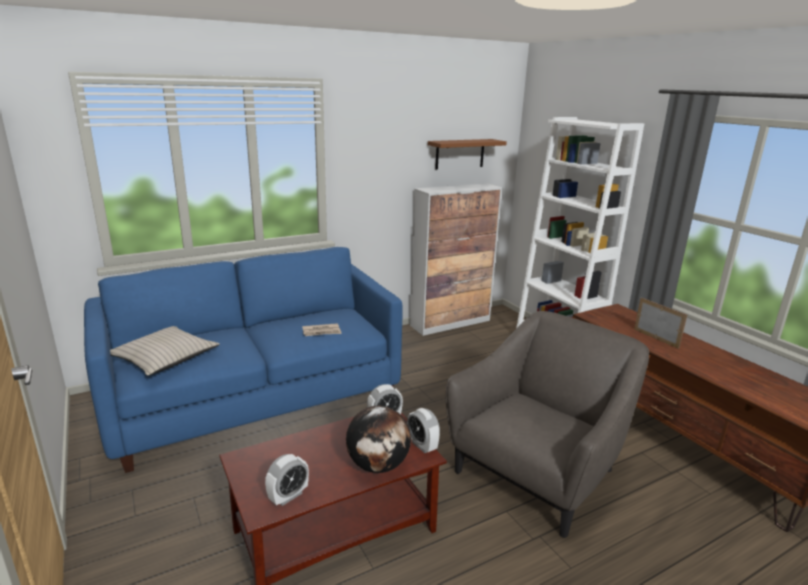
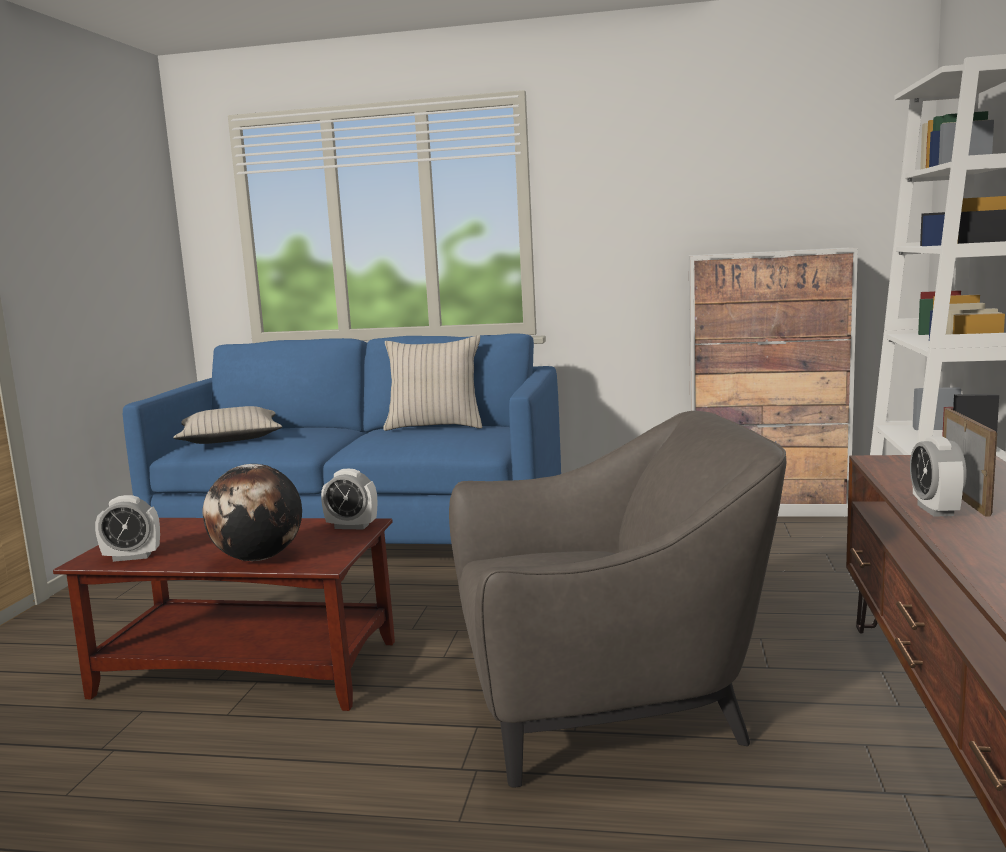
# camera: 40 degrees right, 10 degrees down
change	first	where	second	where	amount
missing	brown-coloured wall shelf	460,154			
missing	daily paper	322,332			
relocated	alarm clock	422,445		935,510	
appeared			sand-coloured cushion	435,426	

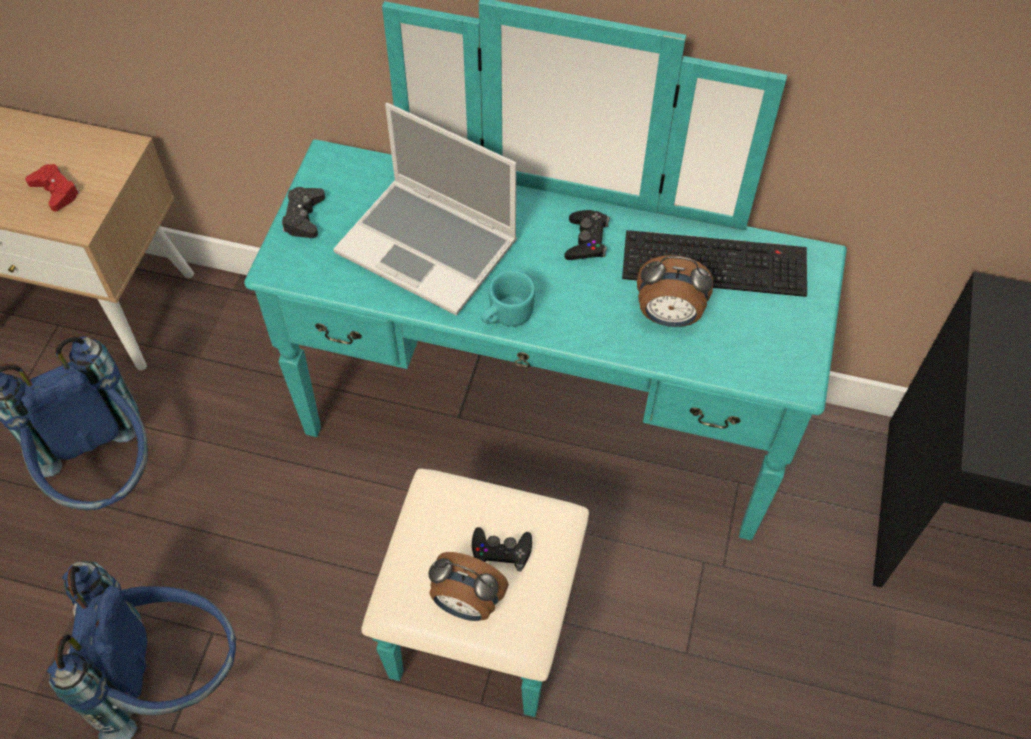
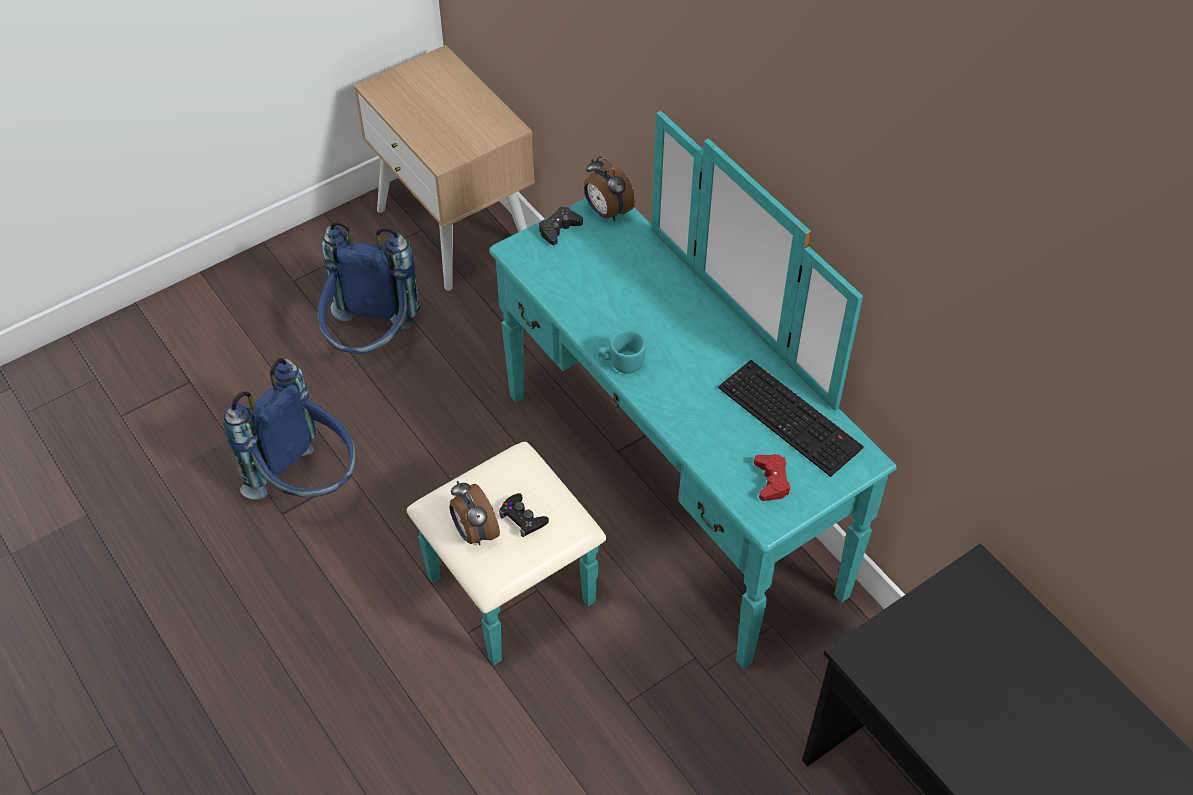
# camera: 40 degrees right, 5 degrees down
change	first	where	second	where	amount
missing	notebook computer	430,247			
relocated	red-coloured gamepad	56,191		772,481	
missing	black-coloured gamepad	586,240			
relocated	alarm clock	668,317		606,212	

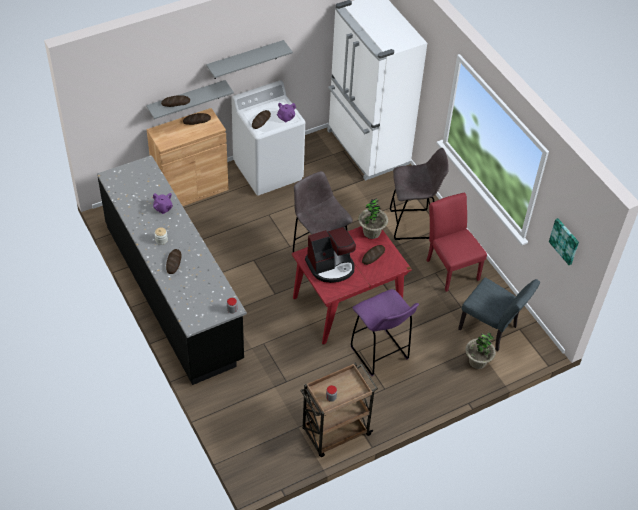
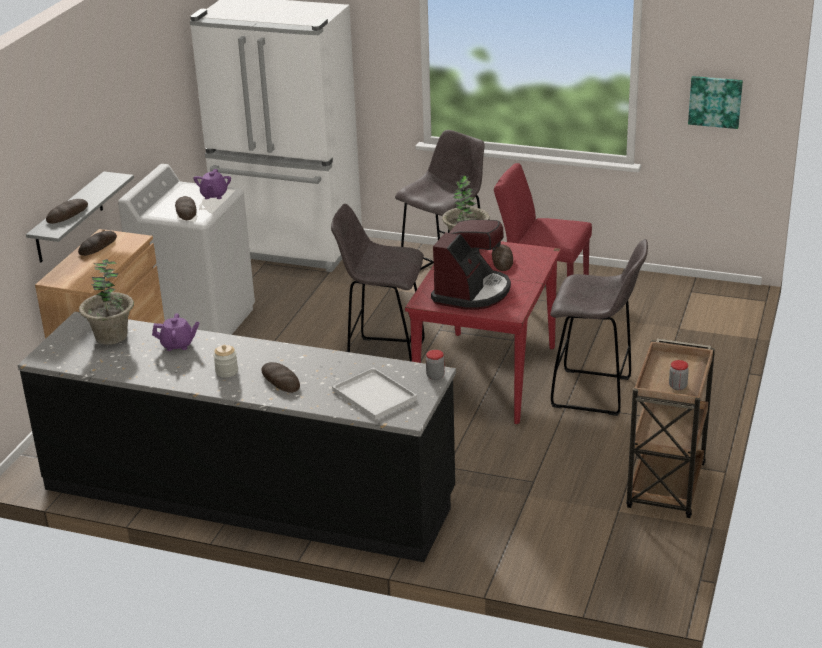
# camera: 40 degrees left, 20 degrees down
change	first	where	second	where	amount
missing	grey wall shelf	245,60			
missing	grey chair	491,330			
colour	purplish stool	380,354	grey stool	594,393	
relocated	potted plant	477,361		111,336	
appeared			white tray	372,394	

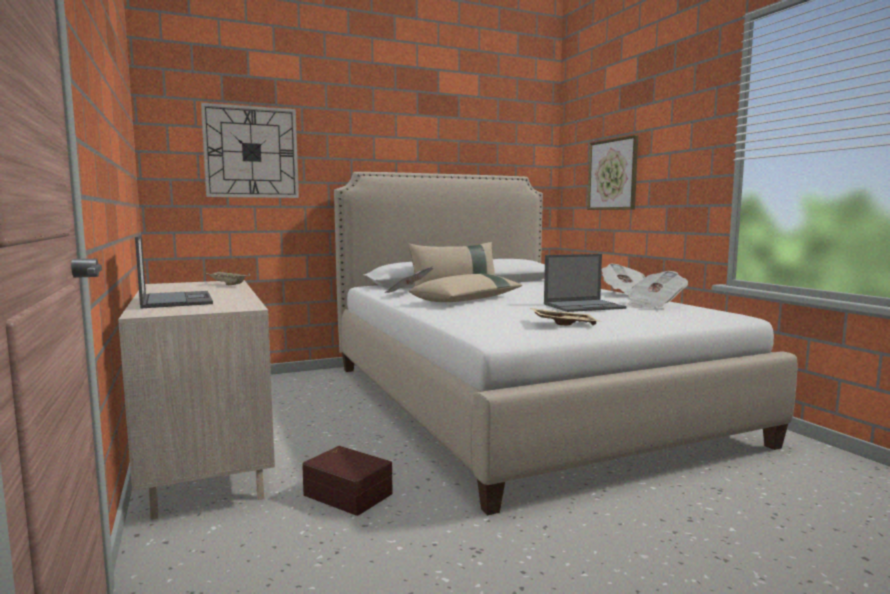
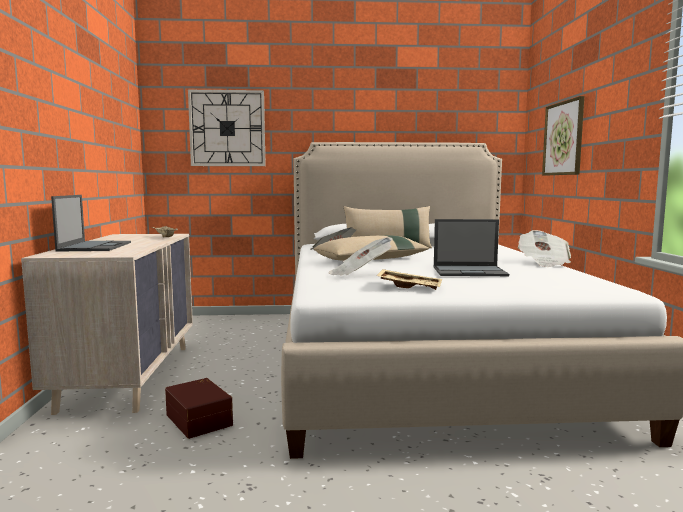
# camera: 20 degrees right, 0 degrees up
change	first	where	second	where	amount
relocated	daily paper	653,306		360,274	

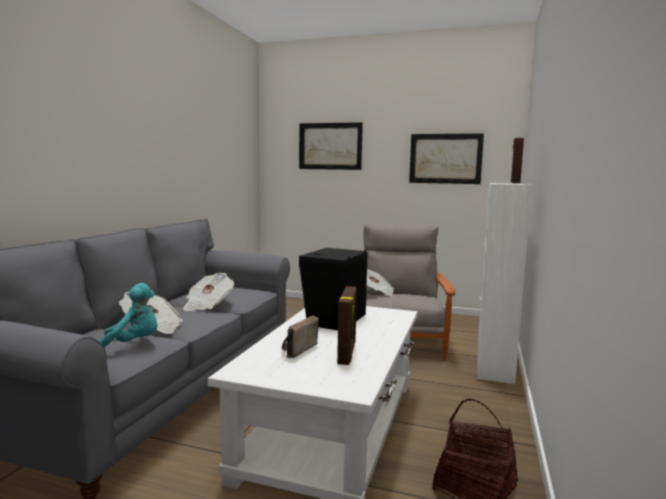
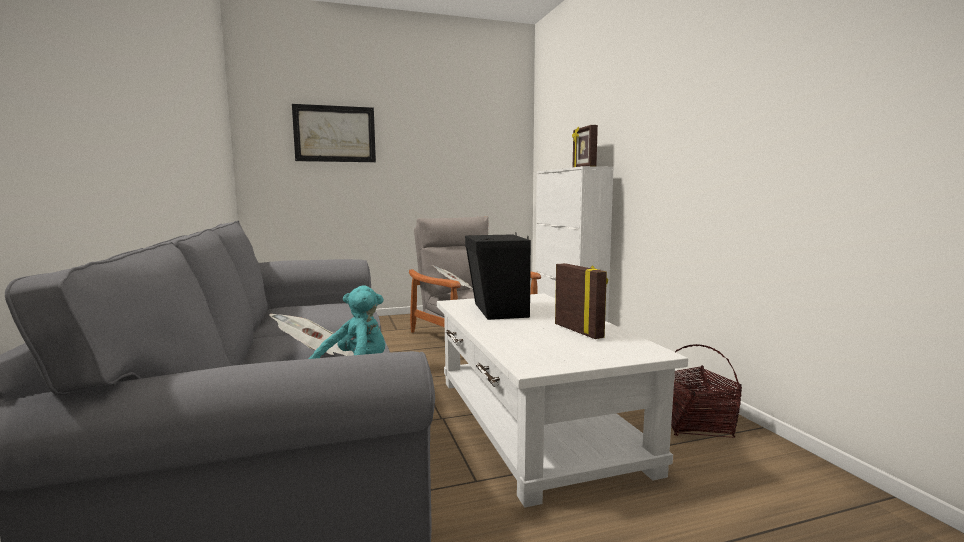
# camera: 35 degrees left, 0 degrees up
change	first	where	second	where	amount
missing	picture	445,158			
missing	daily paper	207,305			
missing	radio	295,350			

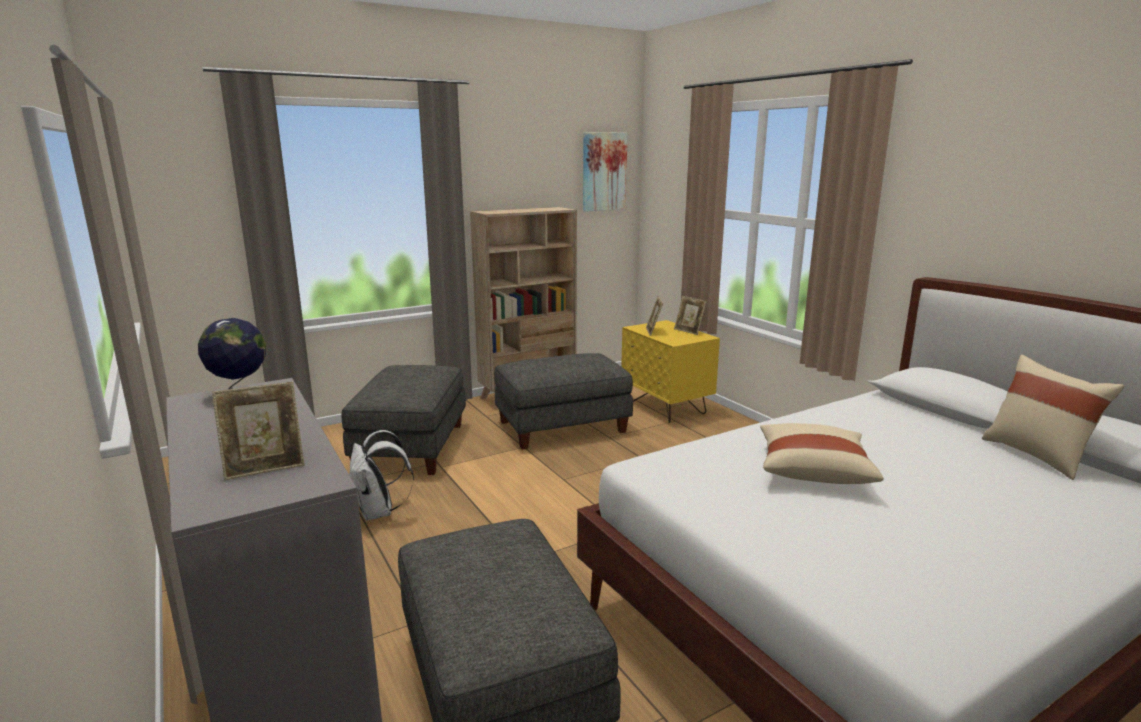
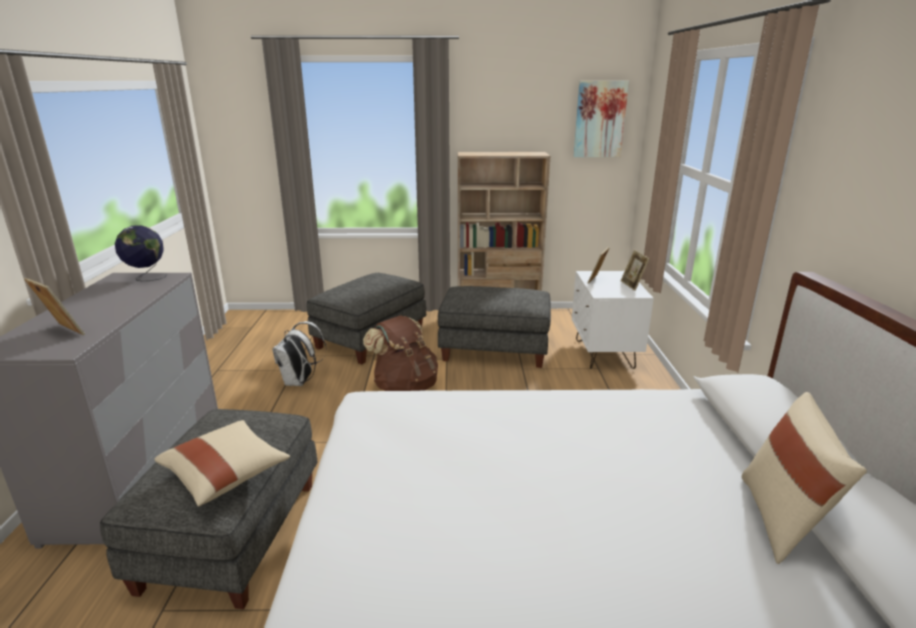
# camera: 30 degrees right, 5 degrees up
change	first	where	second	where	amount
colour	yellow-coloured night table	666,407	white night table	604,354	
spun	picture frame	265,467		62,332	150 degrees counterclockwise
relocated	sand-coloured cushion	813,470		226,474	
appeared			brown-coloured backpack	405,387	

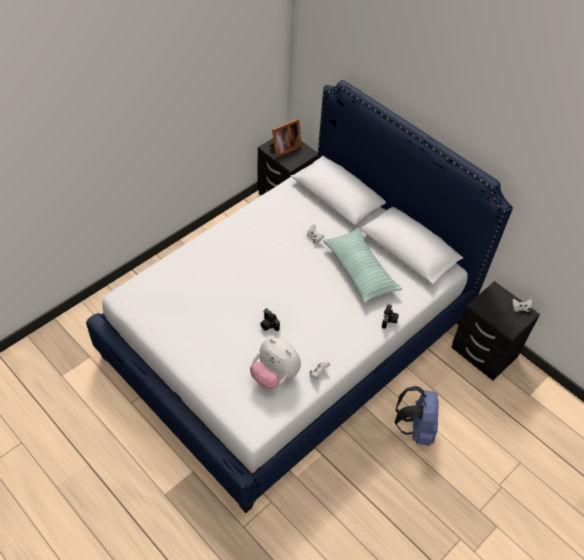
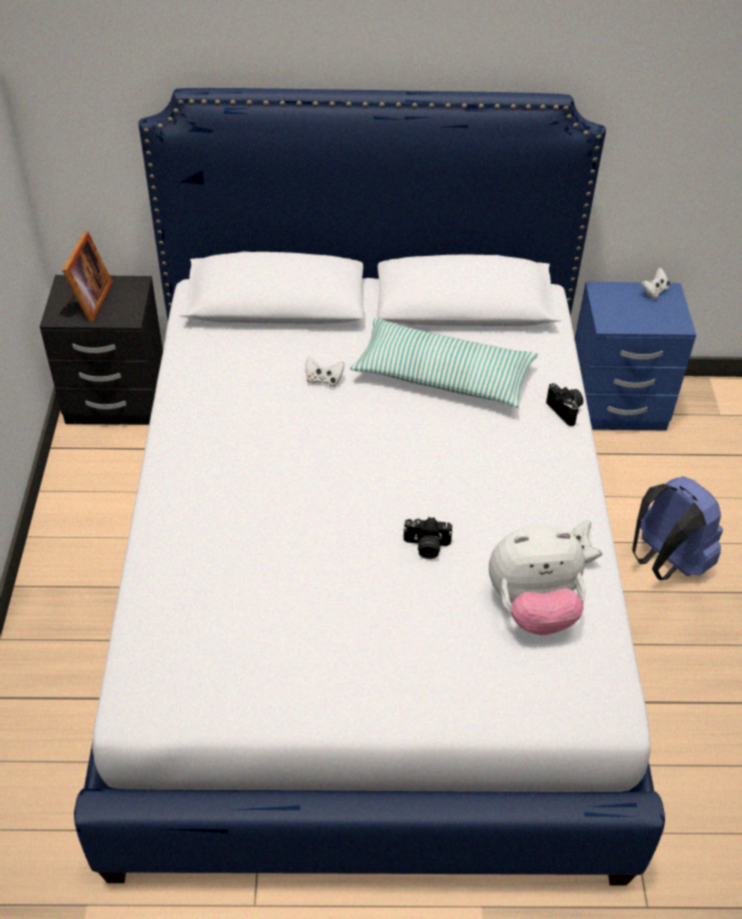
# camera: 45 degrees left, 5 degrees down
change	first	where	second	where	amount
colour	black-coloured night table	484,352	blue-coloured night table	615,405	

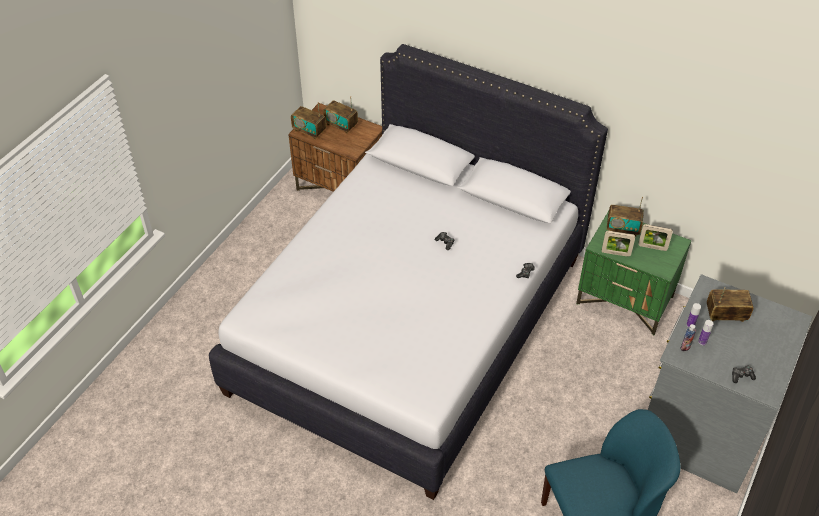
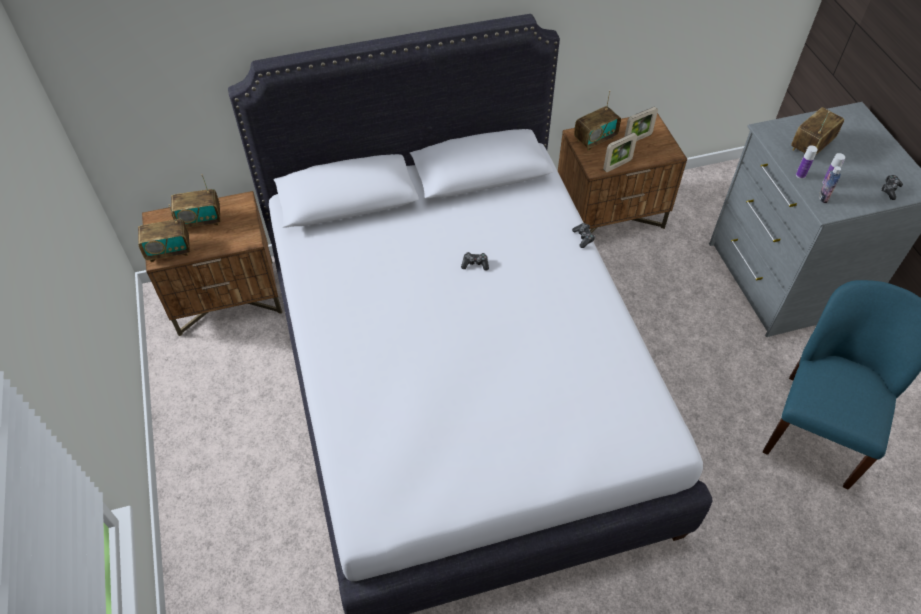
# camera: 45 degrees left, 5 degrees up
change	first	where	second	where	amount
colour	greenish night table	625,300	brown-coloured night table	609,215	

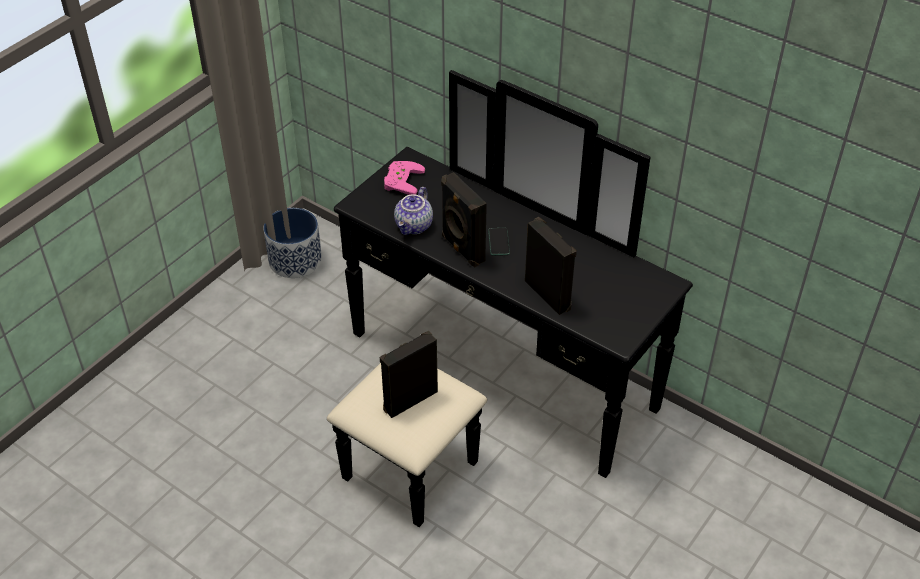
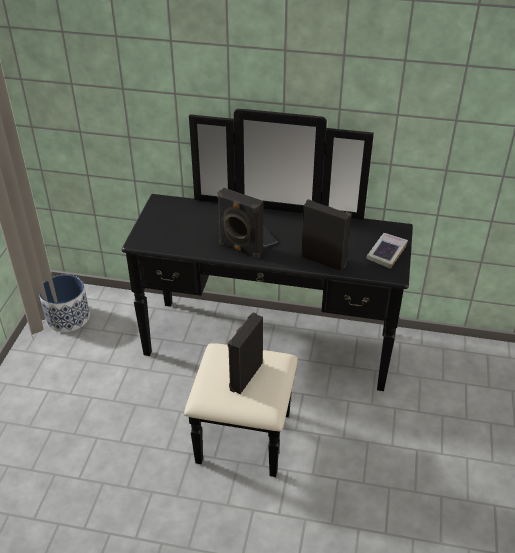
# camera: 25 degrees left, 5 degrees down
change	first	where	second	where	amount
missing	pinkish gamepad	401,180			
missing	teapot	414,226			
appeared			volume	386,253	

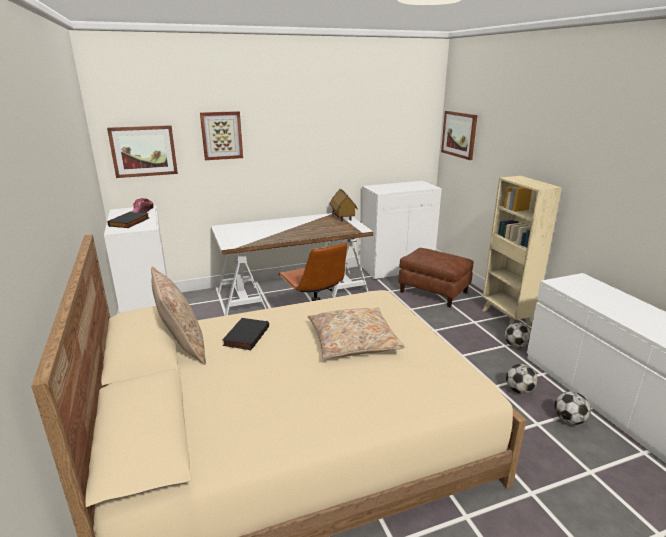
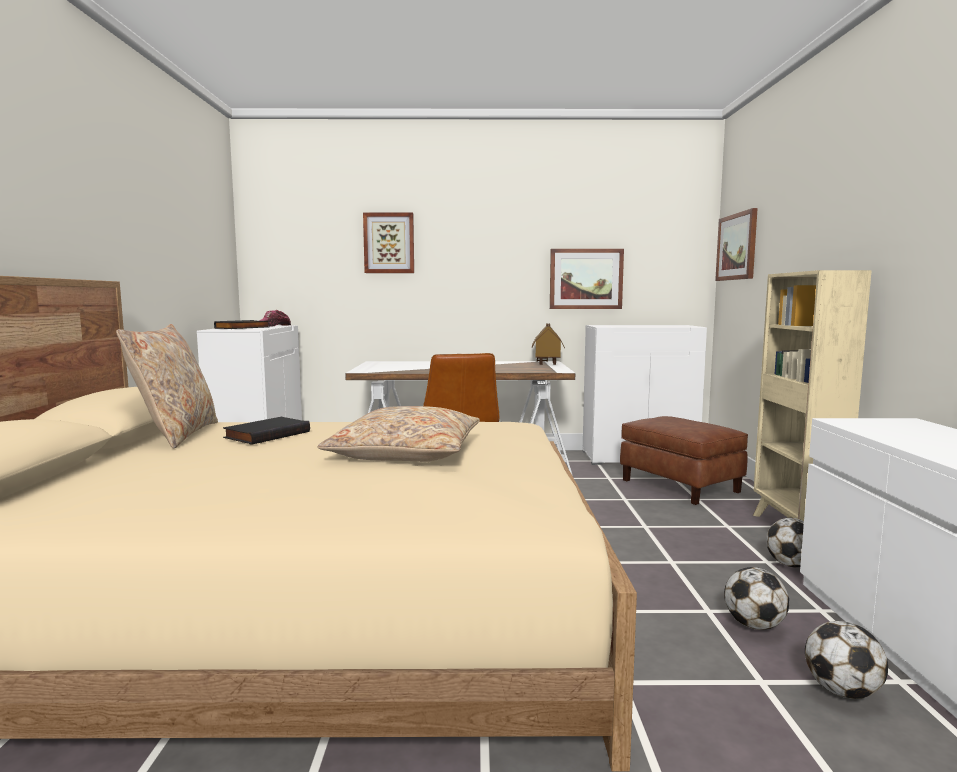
# camera: 20 degrees right, 15 degrees down
change	first	where	second	where	amount
relocated	picture	143,151		586,279	

